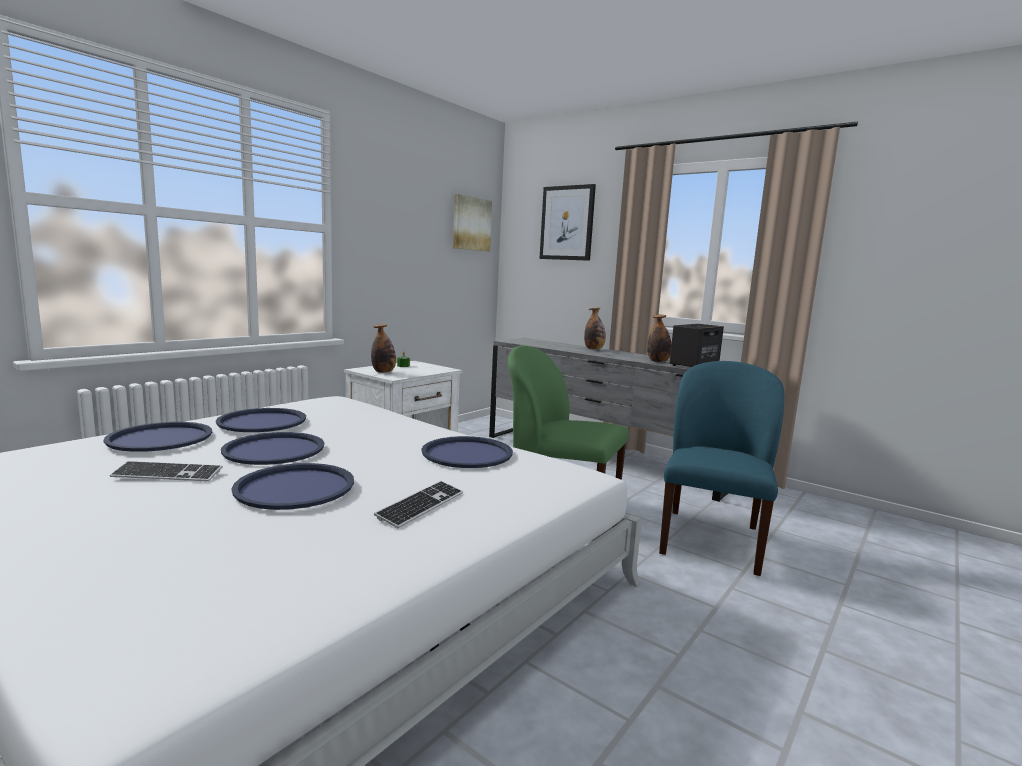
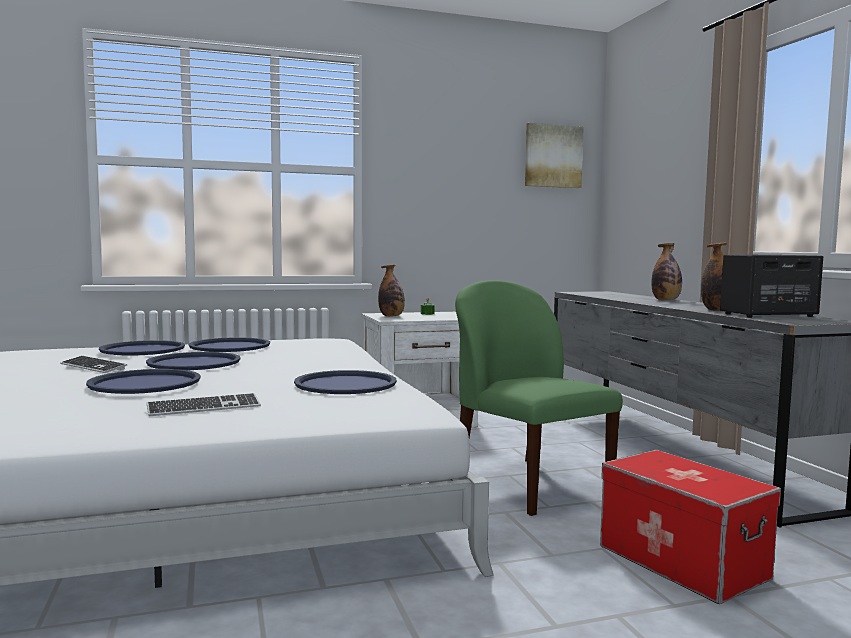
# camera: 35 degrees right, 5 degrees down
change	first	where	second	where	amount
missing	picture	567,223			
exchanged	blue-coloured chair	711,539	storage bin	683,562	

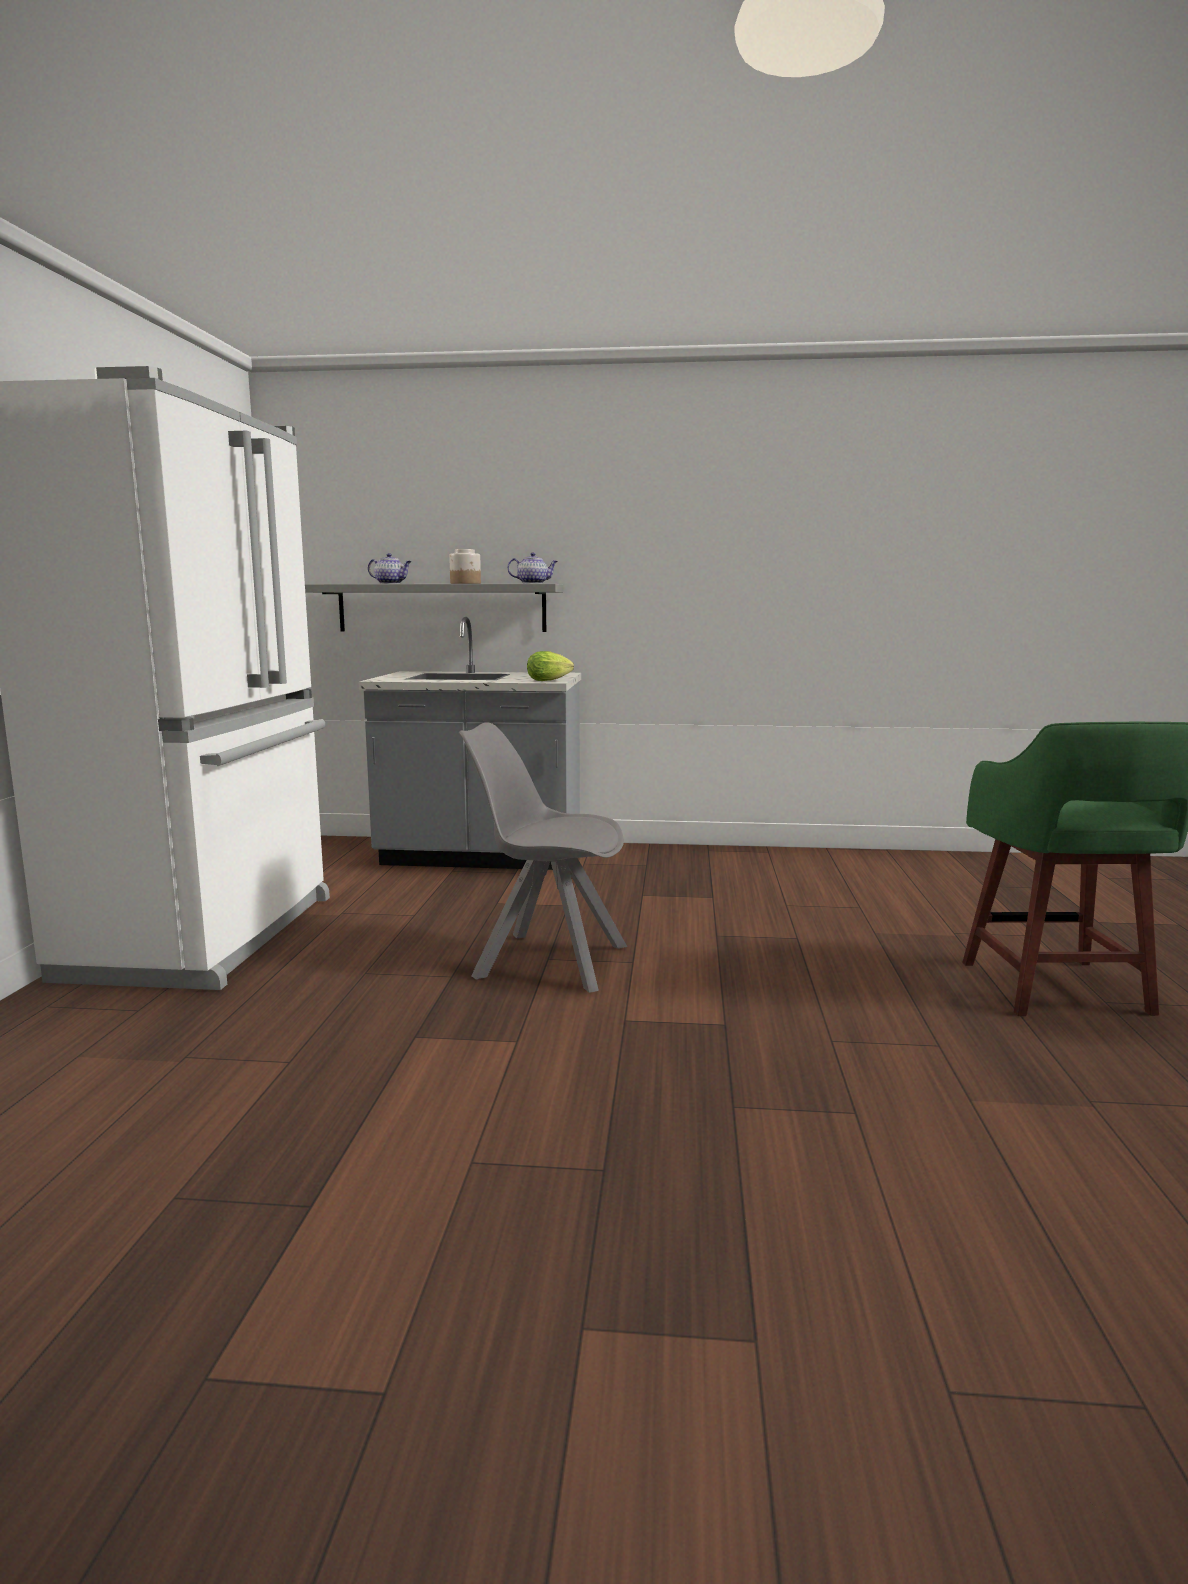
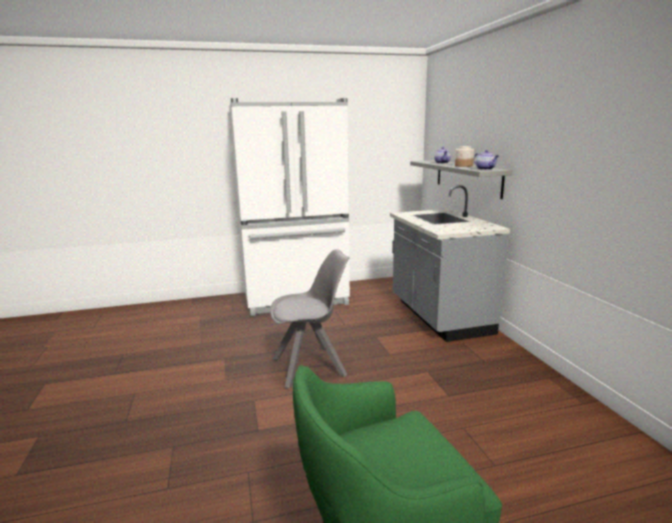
# camera: 70 degrees right, 5 degrees up
change	first	where	second	where	amount
missing	head of lettuce	551,680			
spun	grey chair	547,961		311,366	75 degrees clockwise

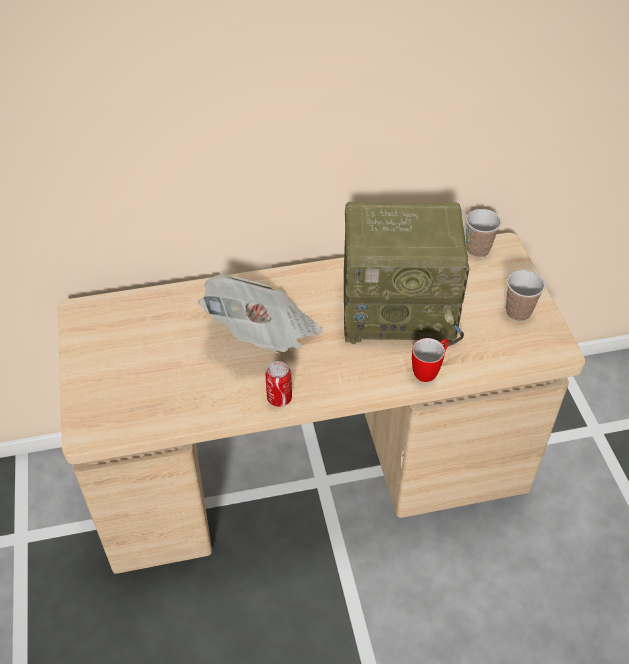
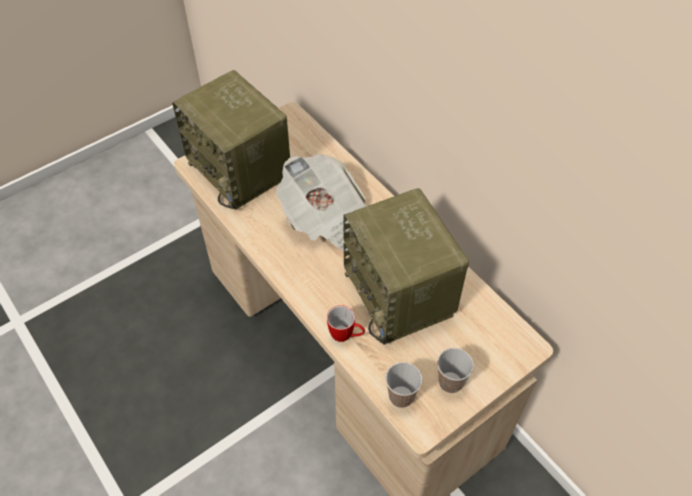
# camera: 65 degrees right, 5 degrees up
change	first	where	second	where	amount
relocated	drinking cup	478,249		401,396	
missing	sealed can	279,398			
appeared			radio	241,169	

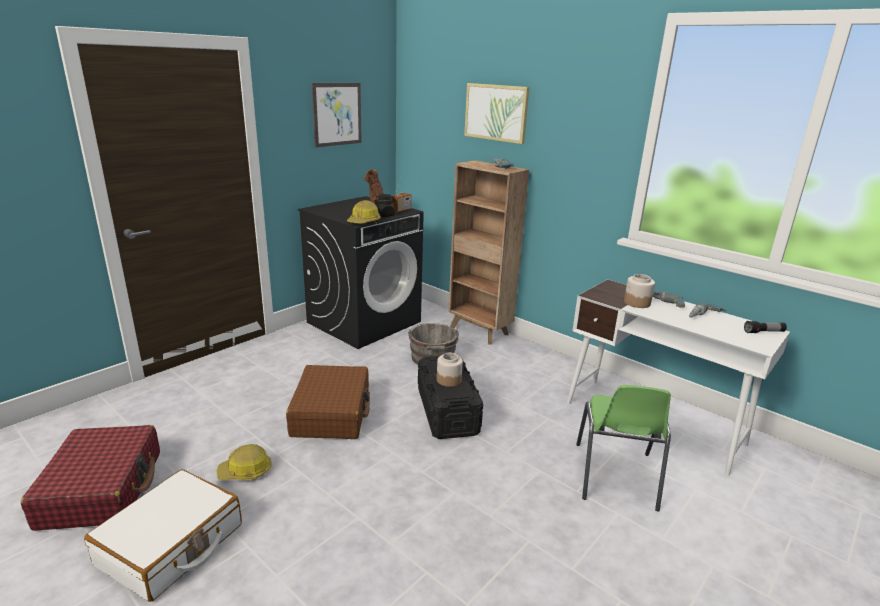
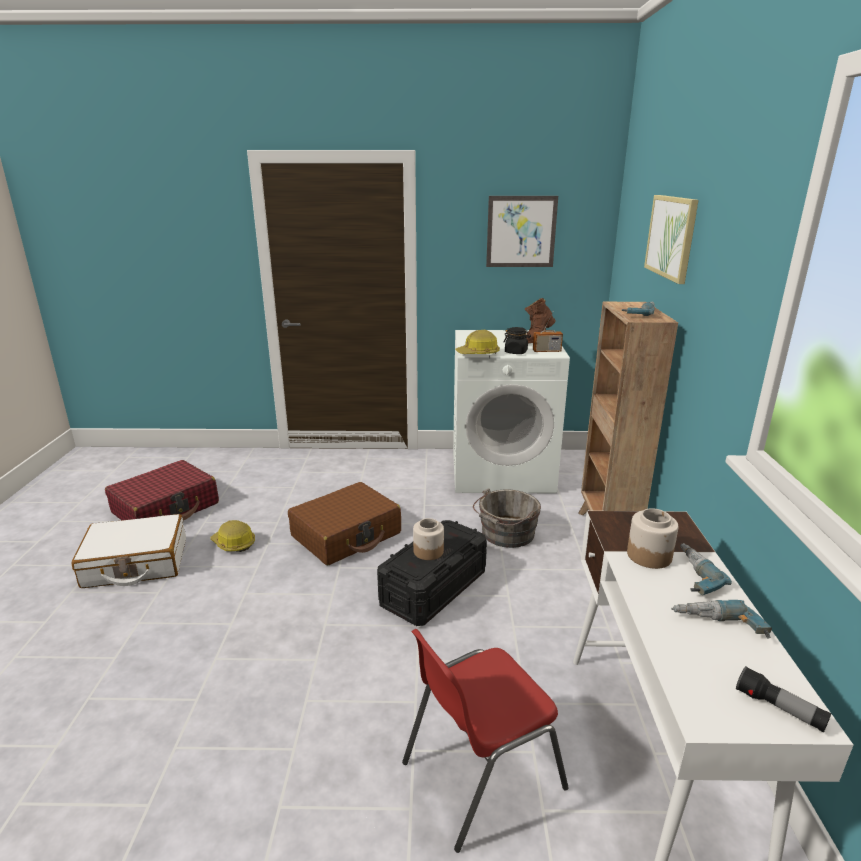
# camera: 50 degrees right, 0 degrees up
change	first	where	second	where	amount
colour	black-coloured washing machine	364,322	white washing machine	502,471	
colour	greenish chair	615,476	red-coloured chair	479,774	

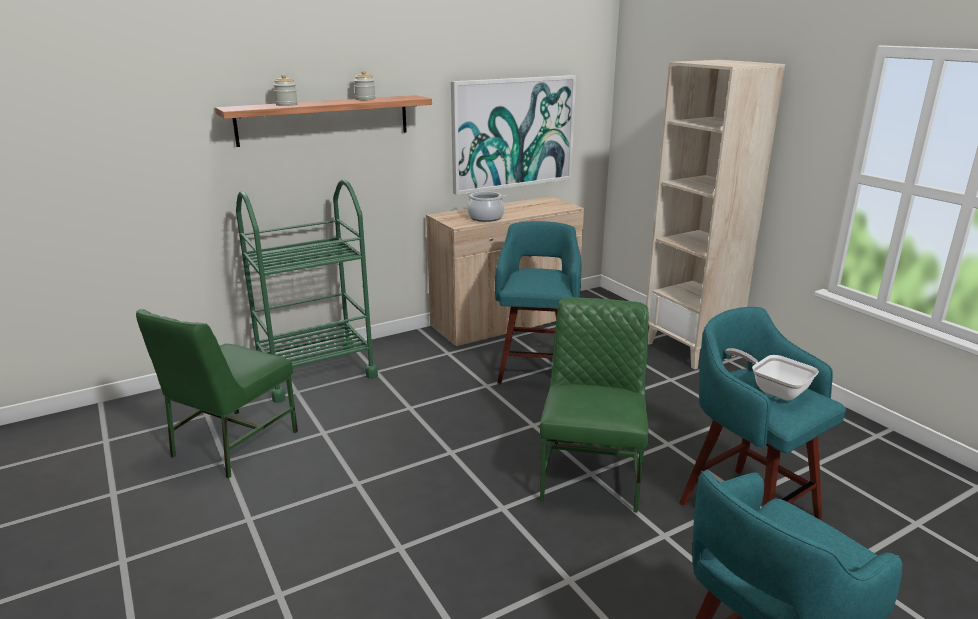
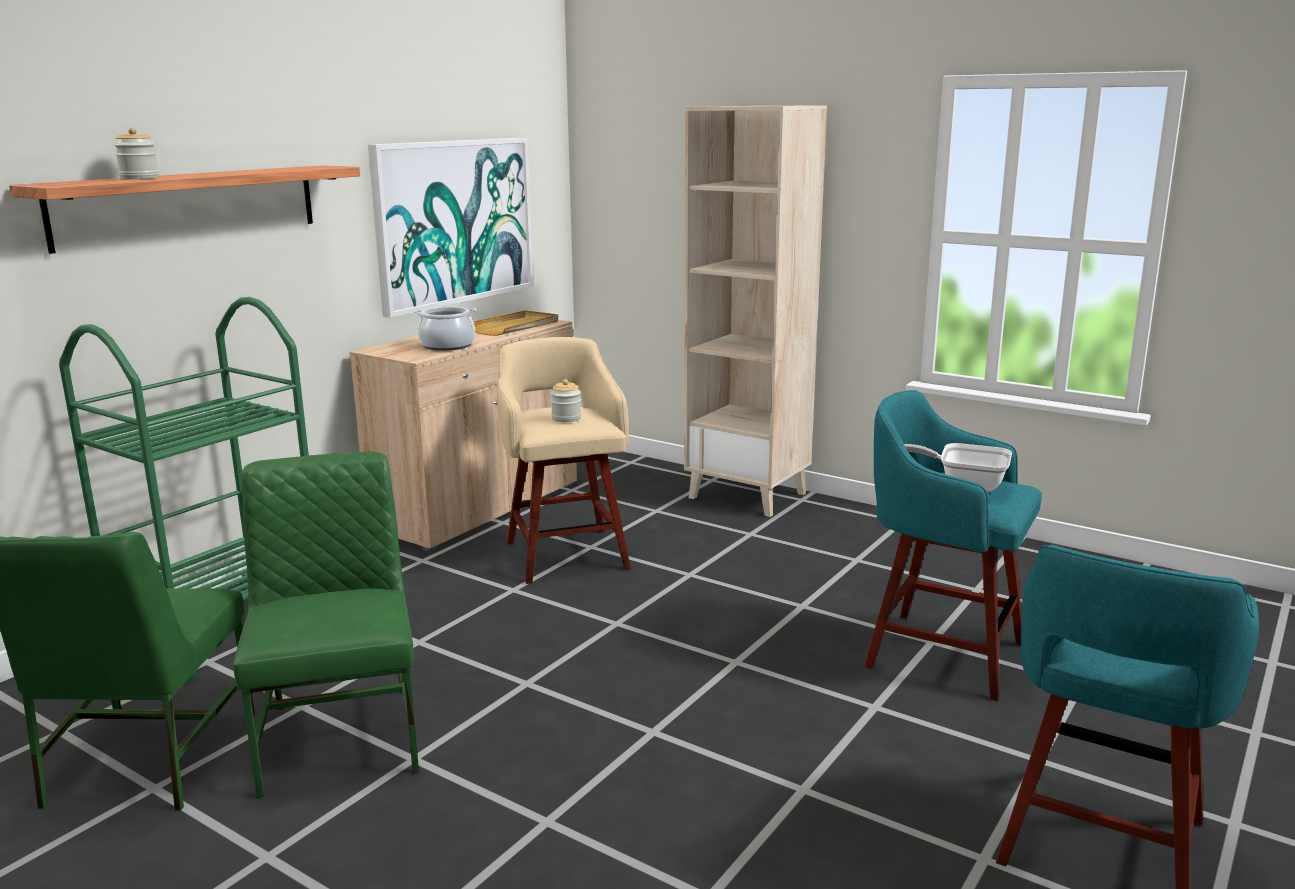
# camera: 25 degrees left, 5 degrees down
change	first	where	second	where	amount
relocated	preserve jar	365,99		566,418	
colour	turquoise stool	536,367	sand-coloured stool	566,553	
relocated	greenish chair	591,474		342,736	
appeared			sand-coloured tray	514,327	

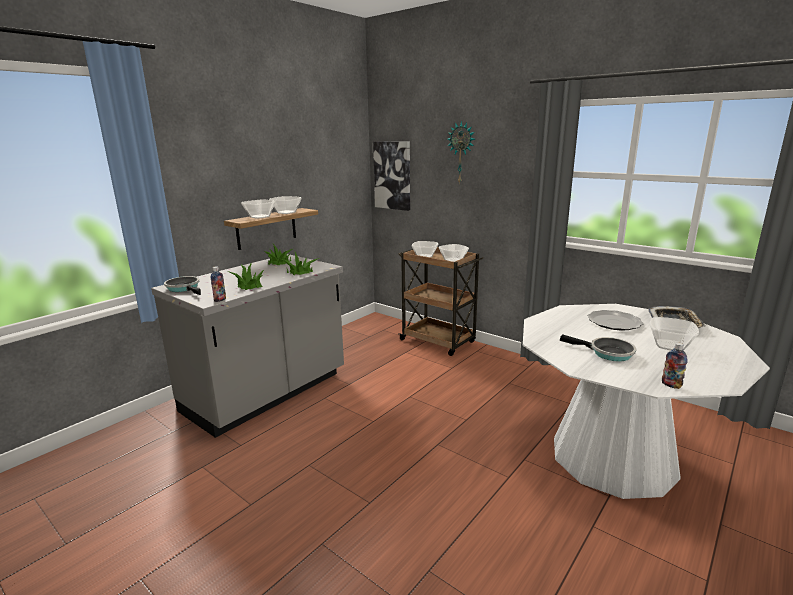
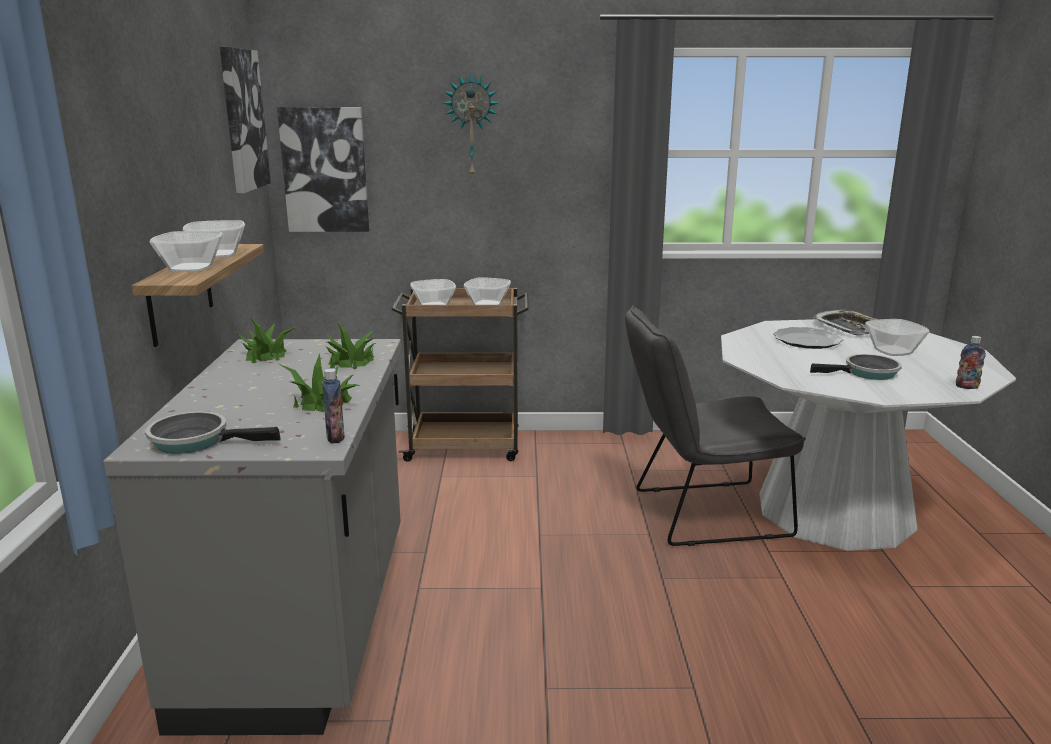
# camera: 40 degrees left, 0 degrees up
change	first	where	second	where	amount
appeared			picture	242,120	
appeared			grey chair	700,513	

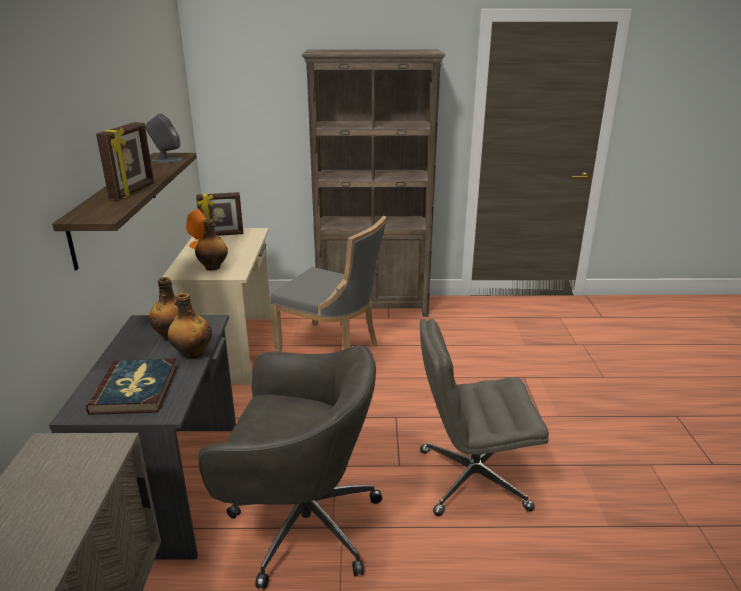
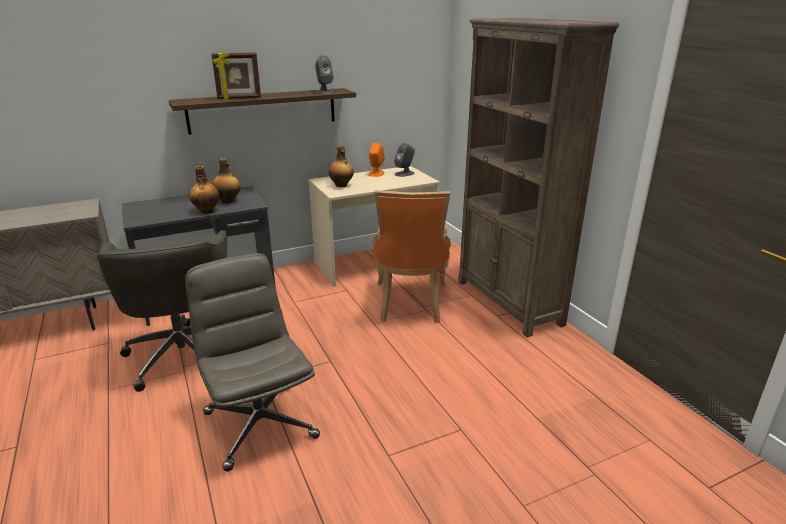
# camera: 65 degrees right, 0 degrees up
change	first	where	second	where	amount
exchanged	picture frame	222,235	grey audio speaker	405,173	
colour	grey chair	332,350	orange chair	410,304	
missing	volume	136,389			

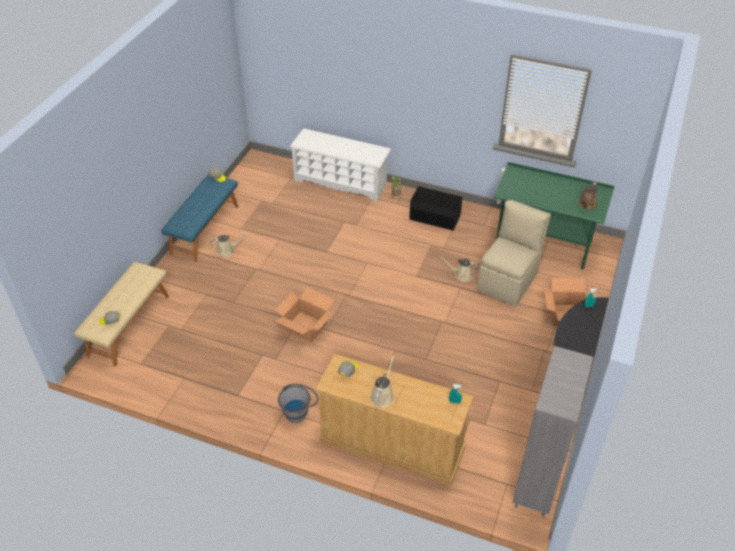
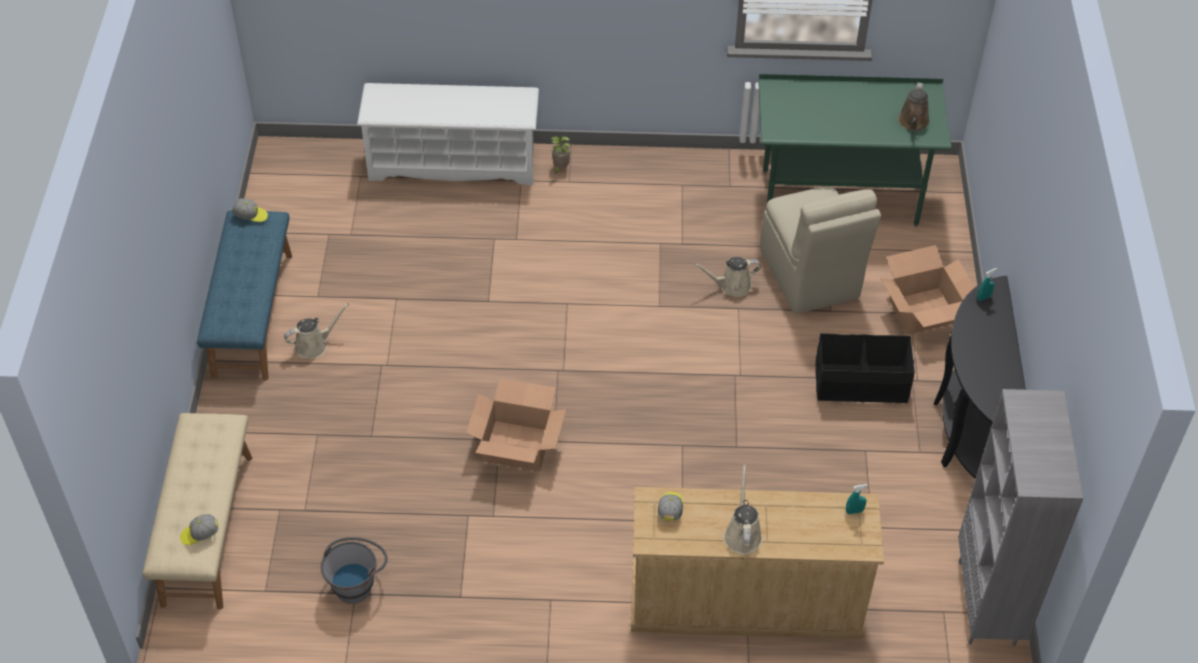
# camera: 20 degrees left, 5 degrees up
change	first	where	second	where	amount
relocated	black-coloured storage bin	434,218		861,384	
spun	sand-coloured chair	508,281		810,276	150 degrees clockwise
relocated	grey bucket	299,411		357,582	

